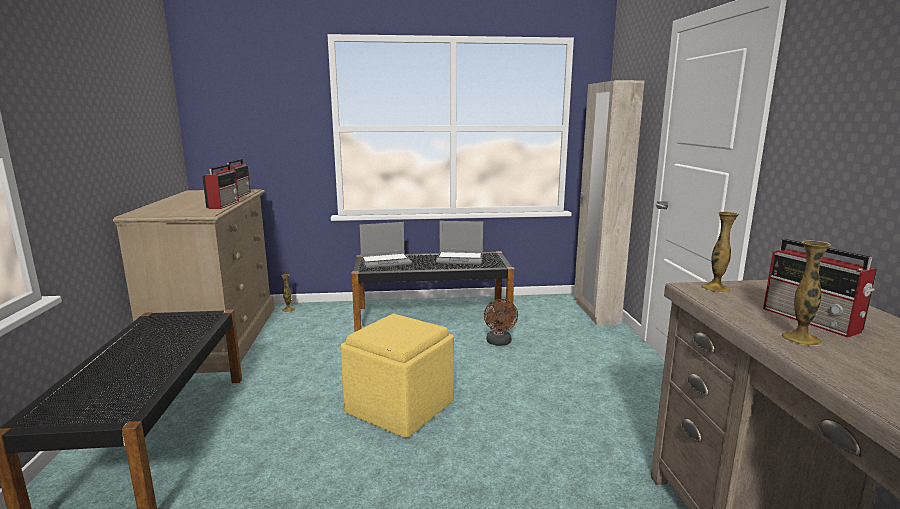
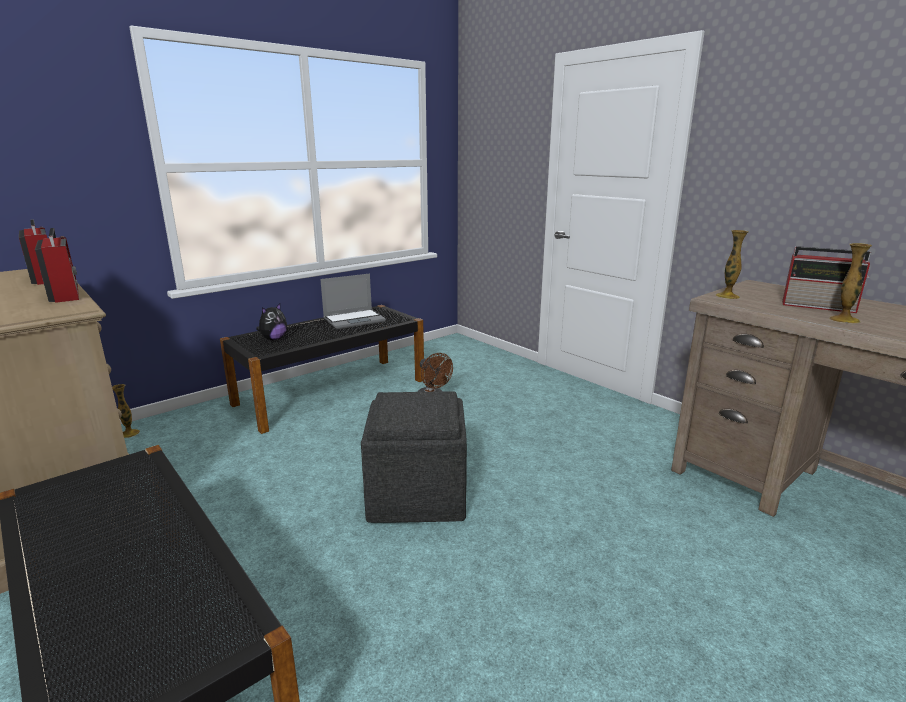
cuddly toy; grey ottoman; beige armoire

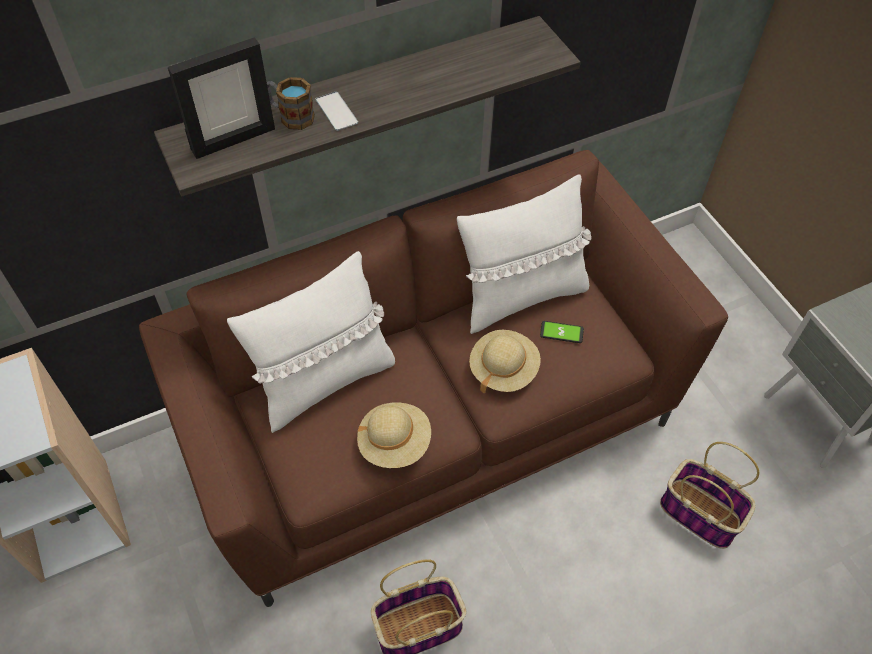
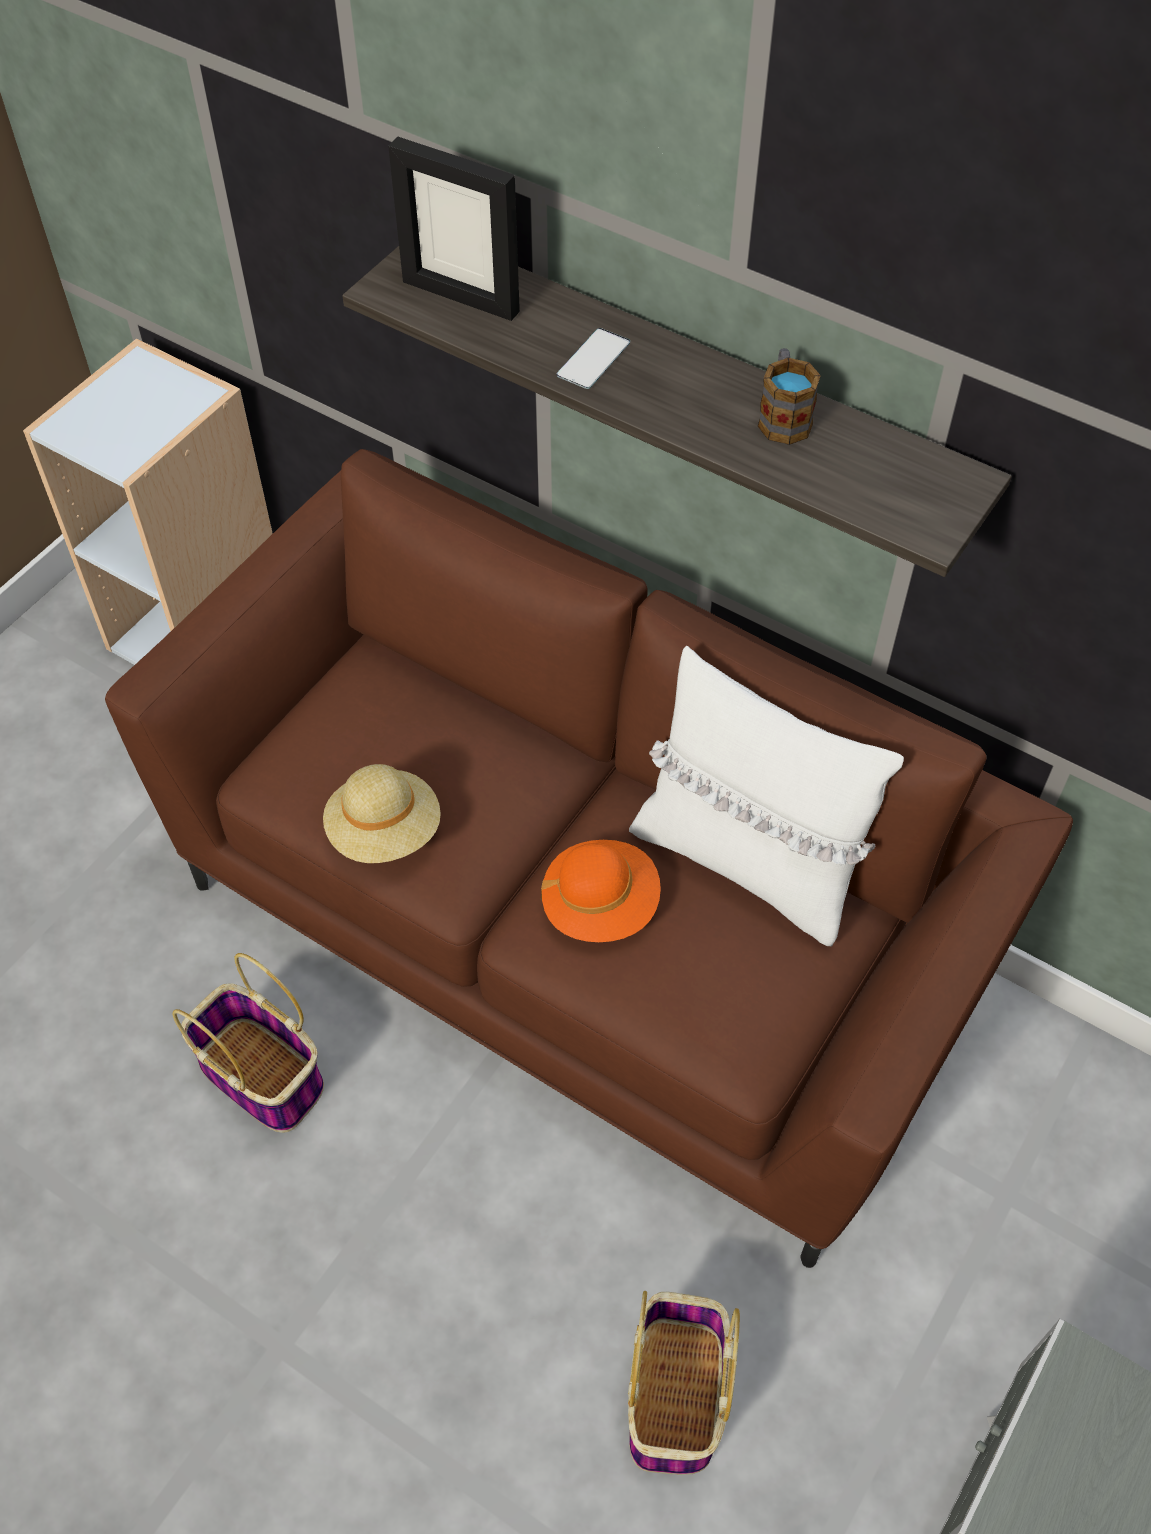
orange clothing hat; tea mug; whitish throw pillow (no. 1 from left in the first image); telephone (no. 2 from left in the first image)

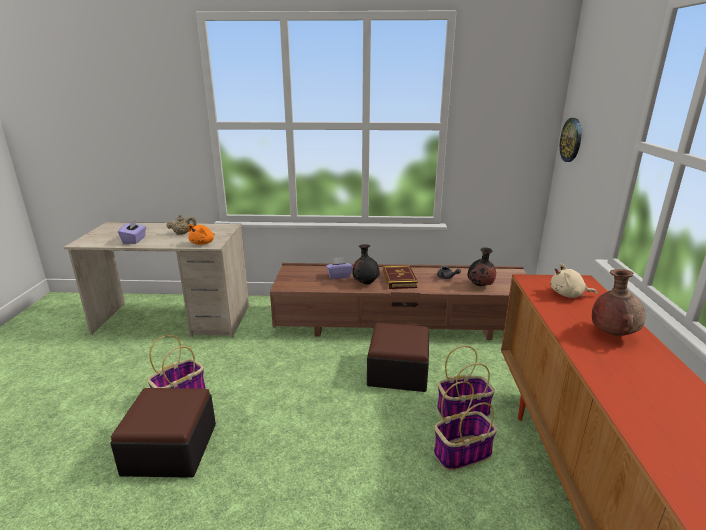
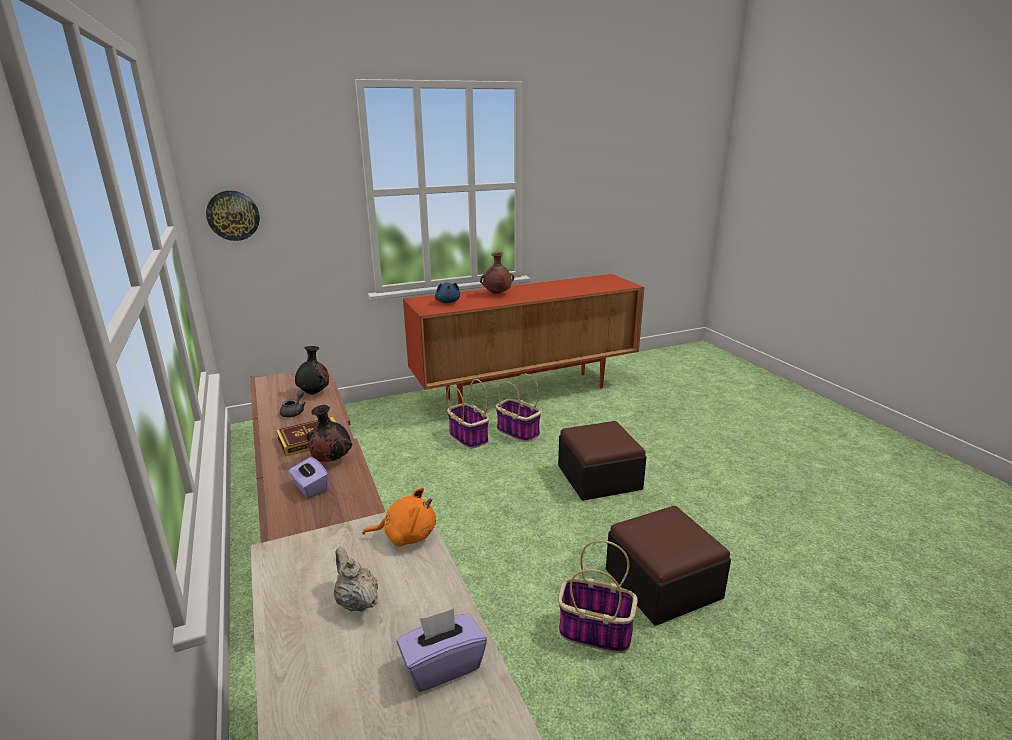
blue cuddly toy; ottoman (no. 1 from left)

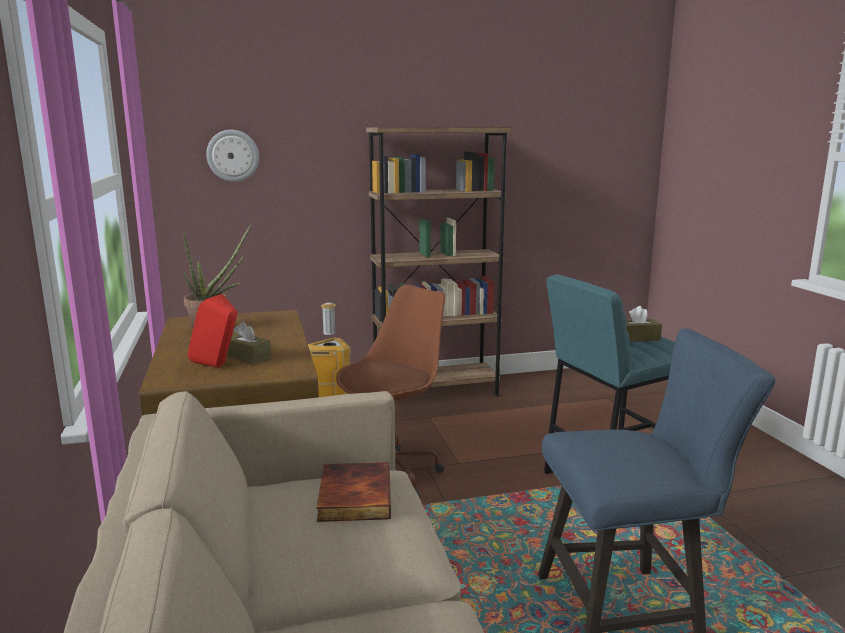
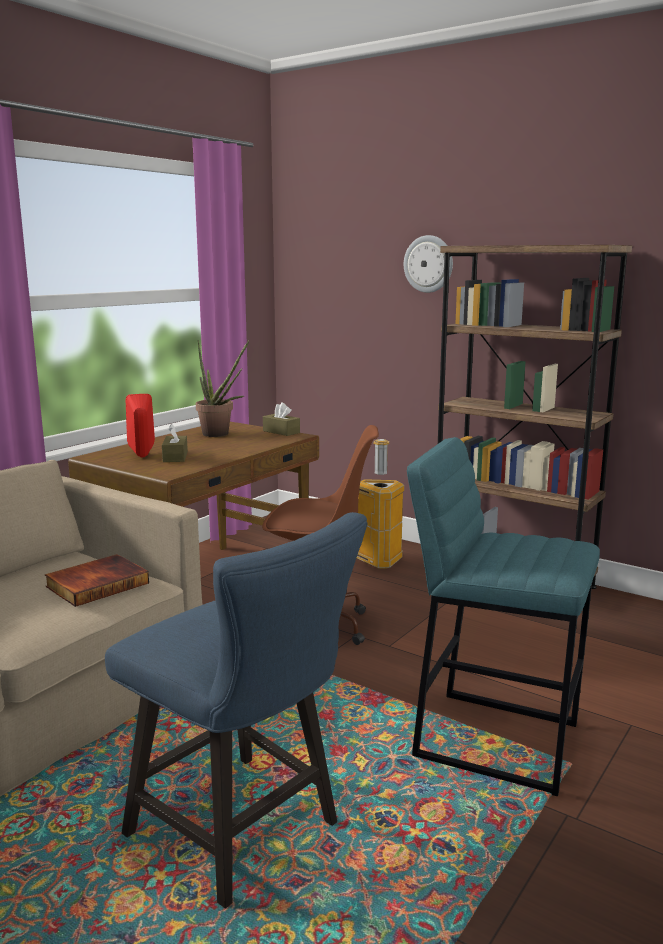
brown tissue holder (no. 2 from left); clock on the wall

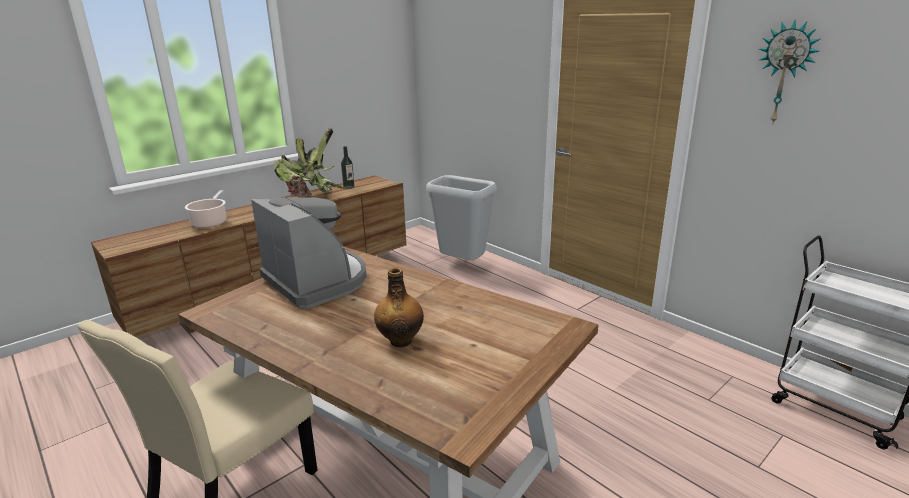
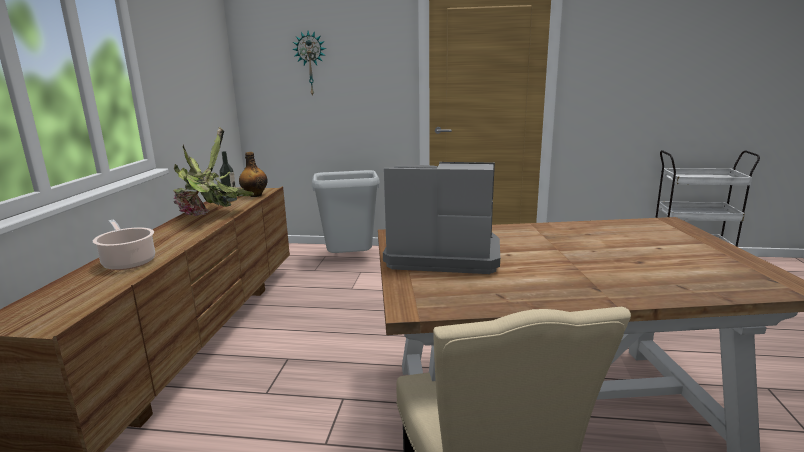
bottle (no. 2 from left); clock on the wall

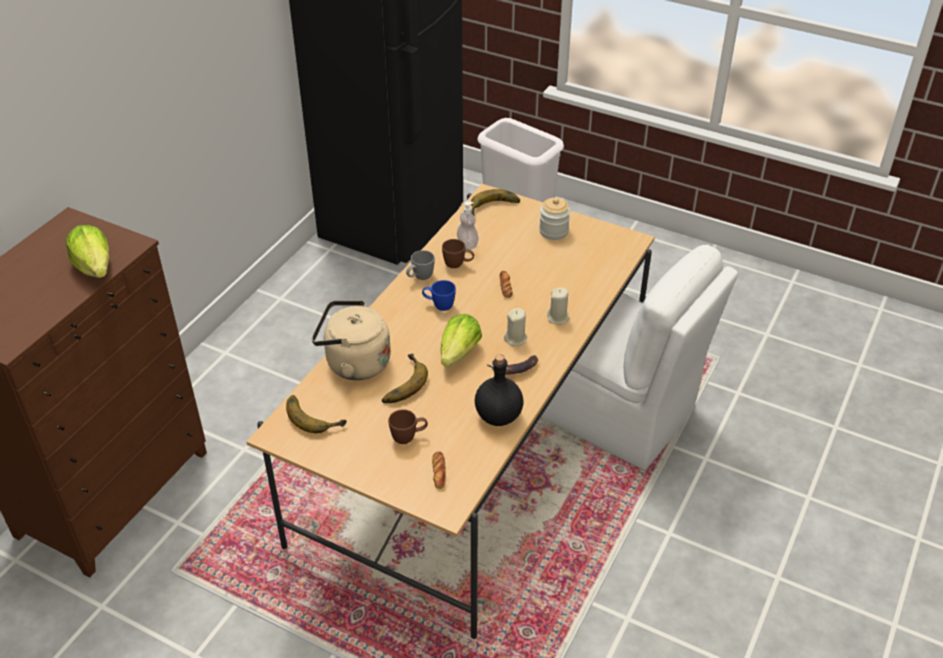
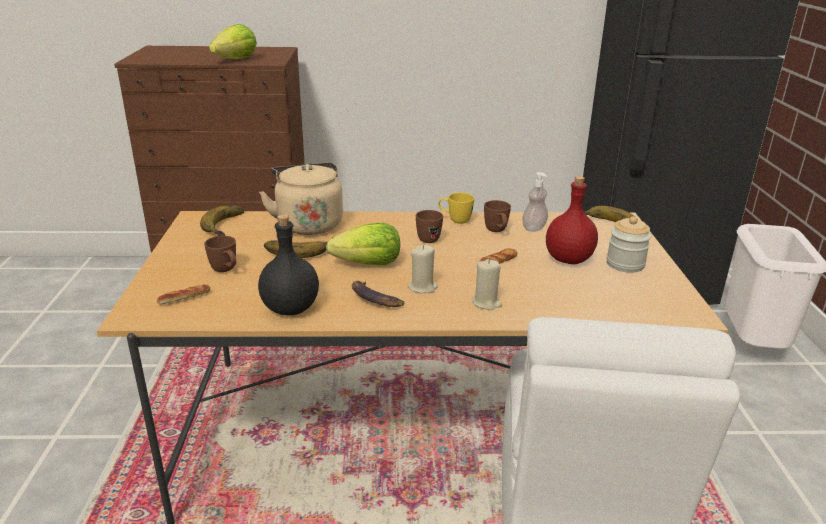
brown tea mug (no. 2 from left); yellowish tea mug; red-coloured bottle

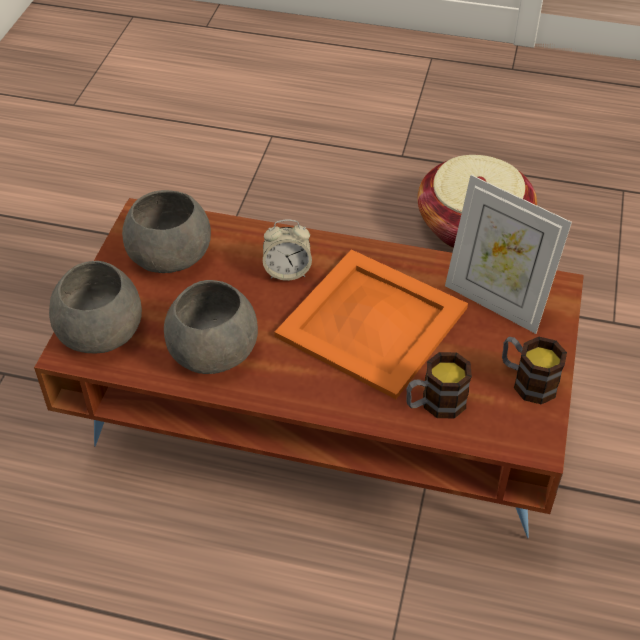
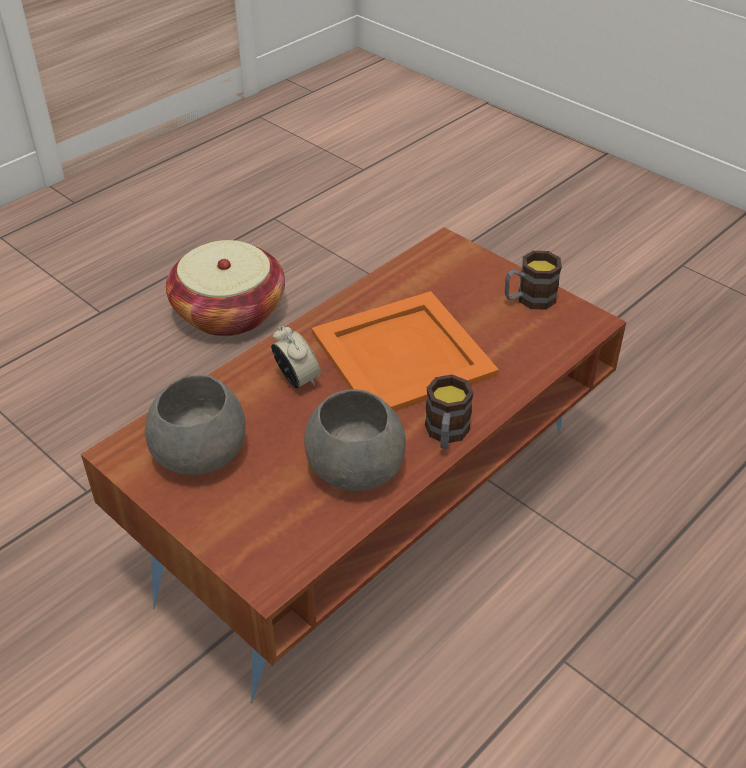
alarm clock; tea mug (no. 1 from left); grey bowl (no. 1 from left in the first image); picture frame

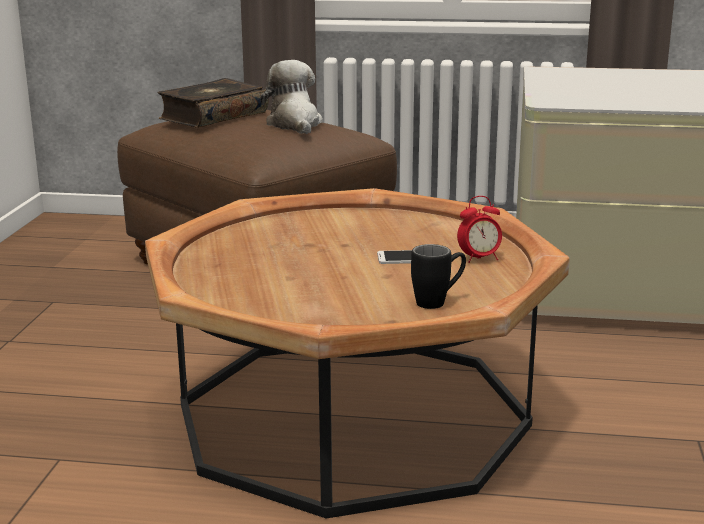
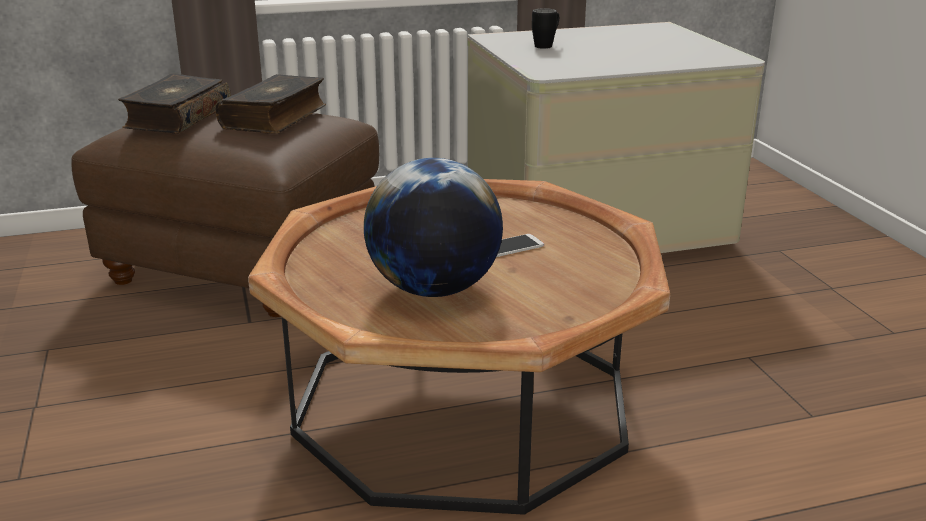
volume (no. 2 from left); world globe; black-coloured tea mug; alarm clock

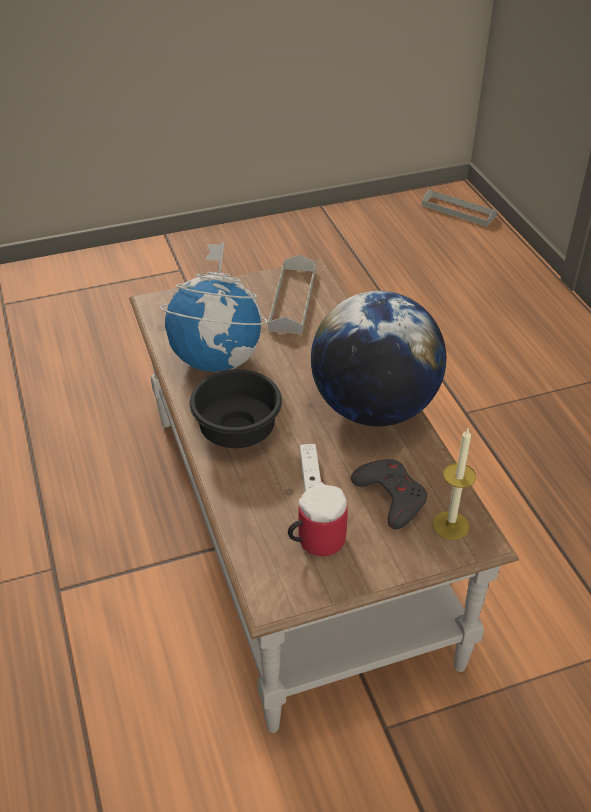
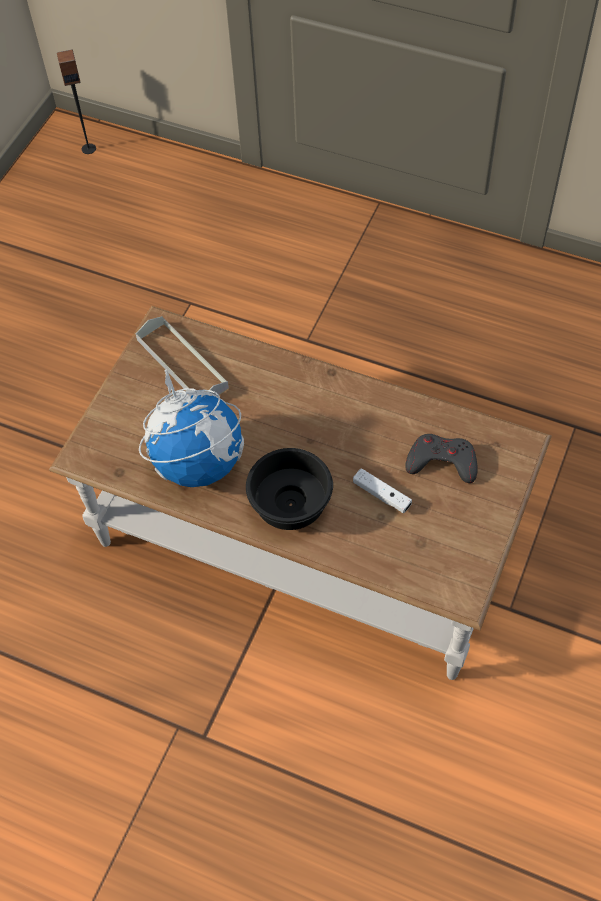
loudspeaker; tea mug; world globe (no. 2 from left in the first image); wax light

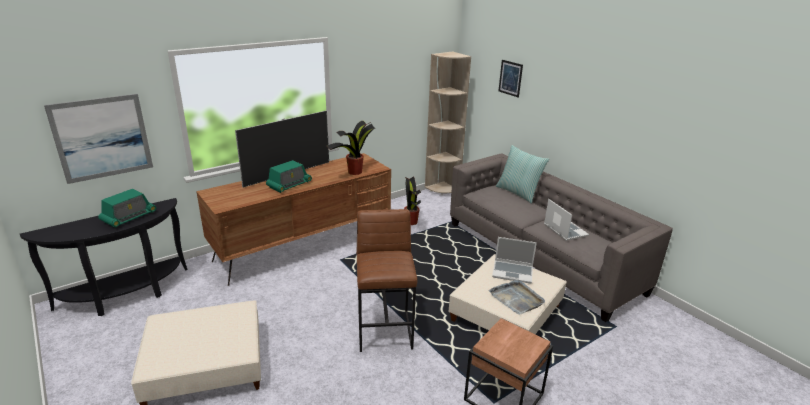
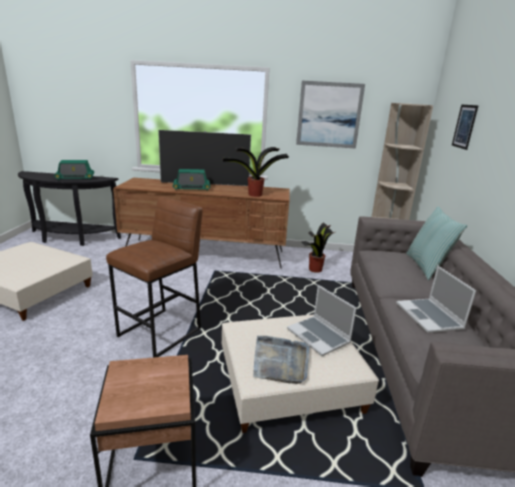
wall art (no. 1 from left); notebook computer (no. 2 from left)

